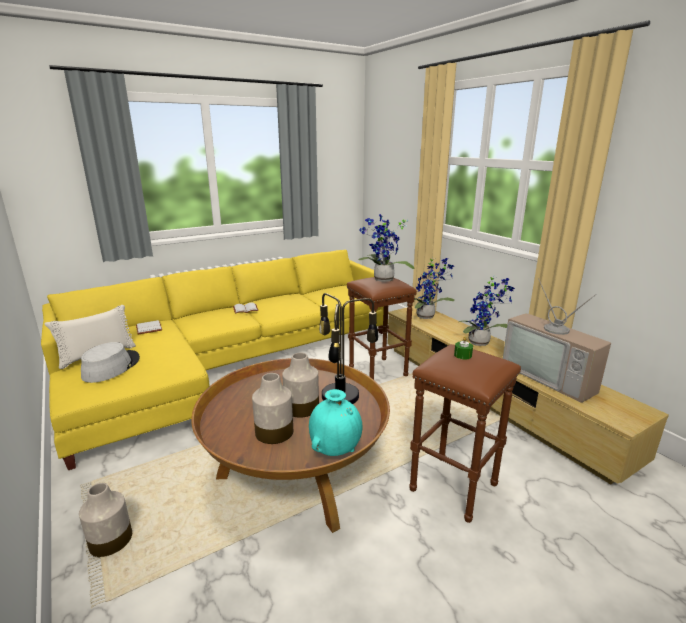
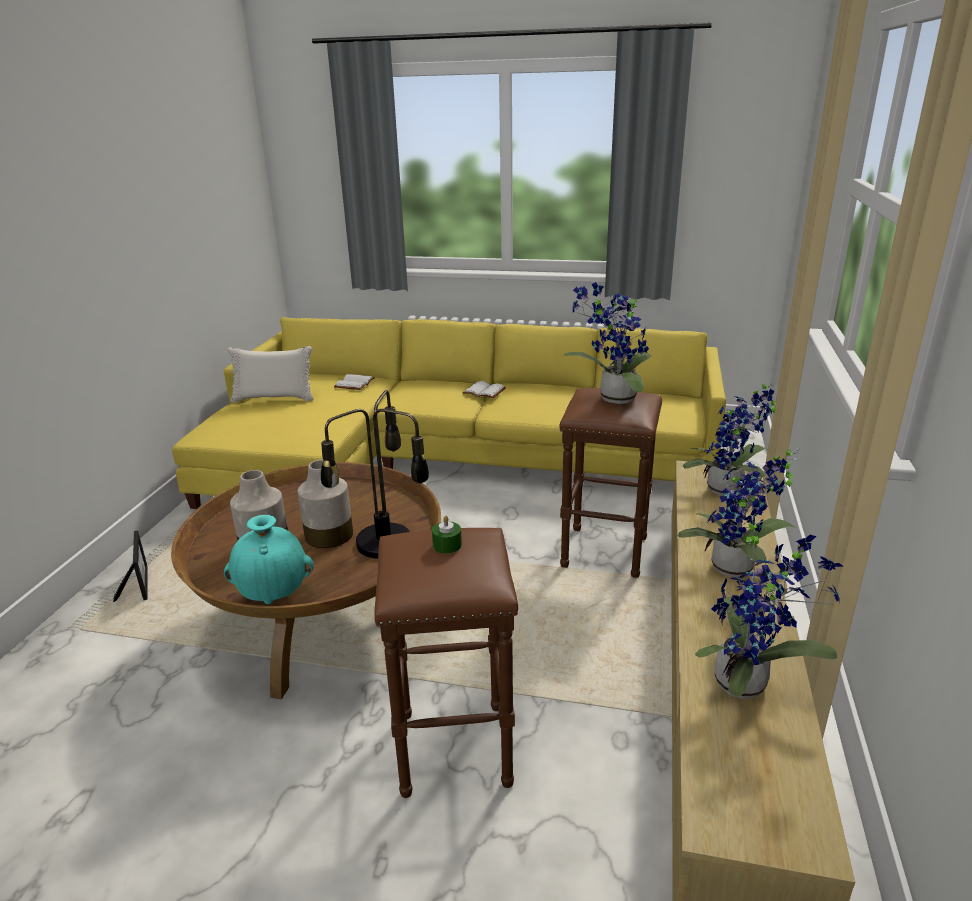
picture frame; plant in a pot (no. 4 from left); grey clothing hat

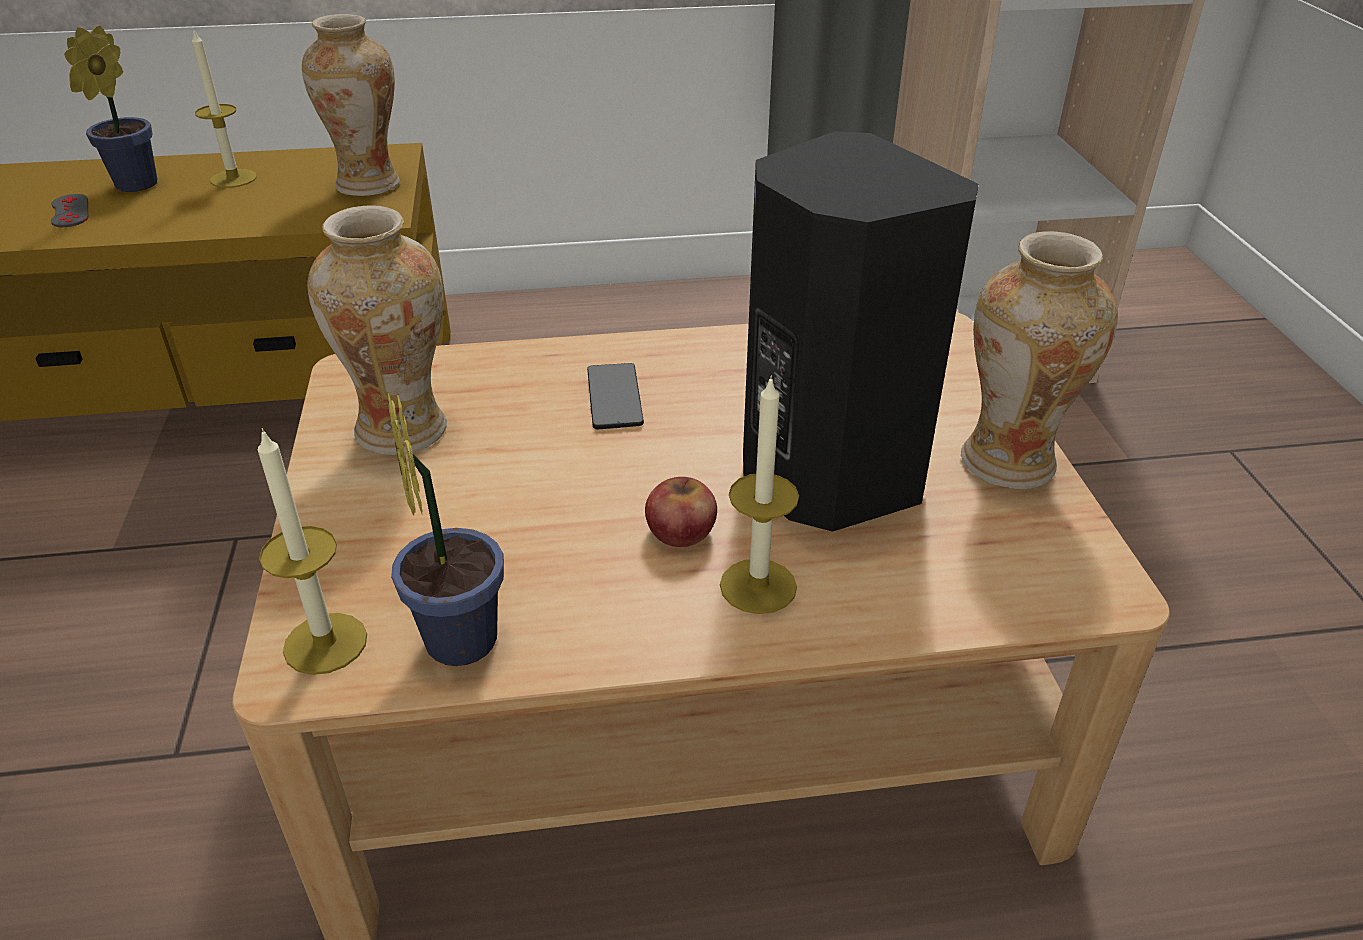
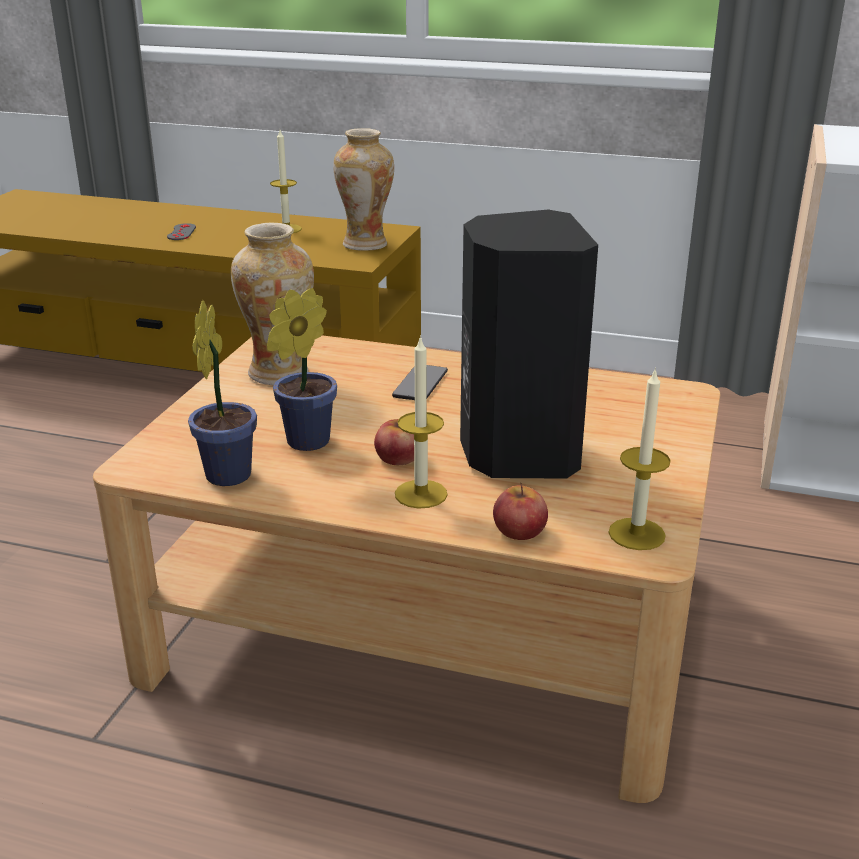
plant in a pot (no. 2 from left); whole apple (no. 2 from left); wax light (no. 3 from left); vase (no. 3 from left in the first image)

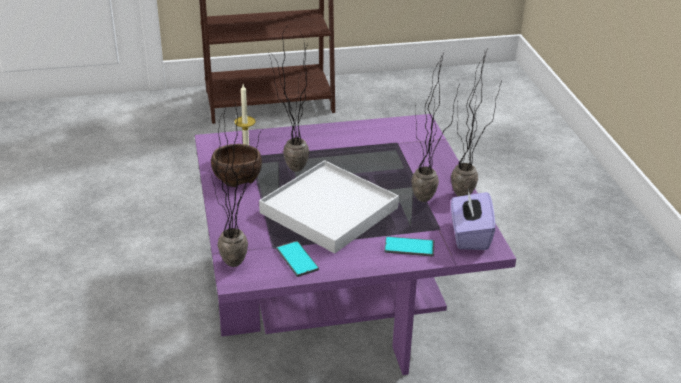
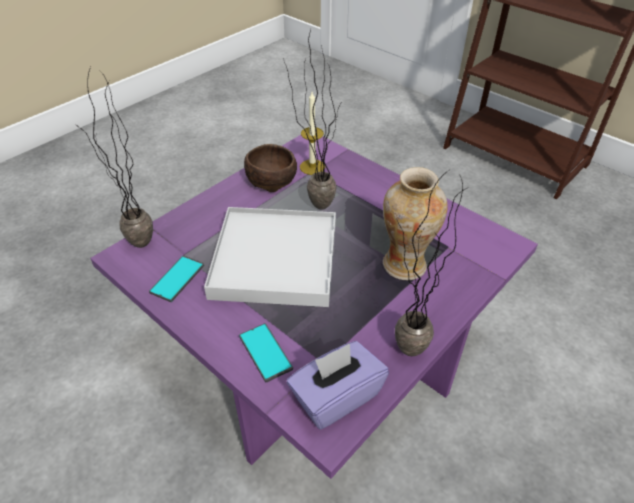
vase; plant in a pot (no. 3 from left in the first image)

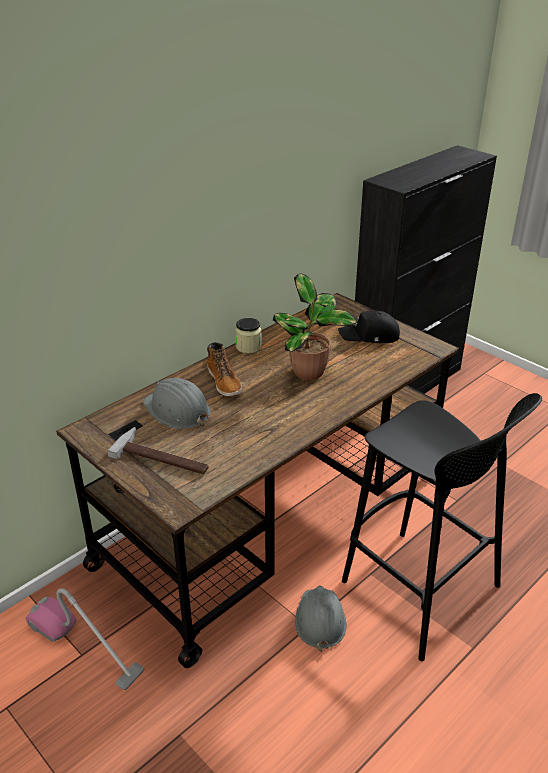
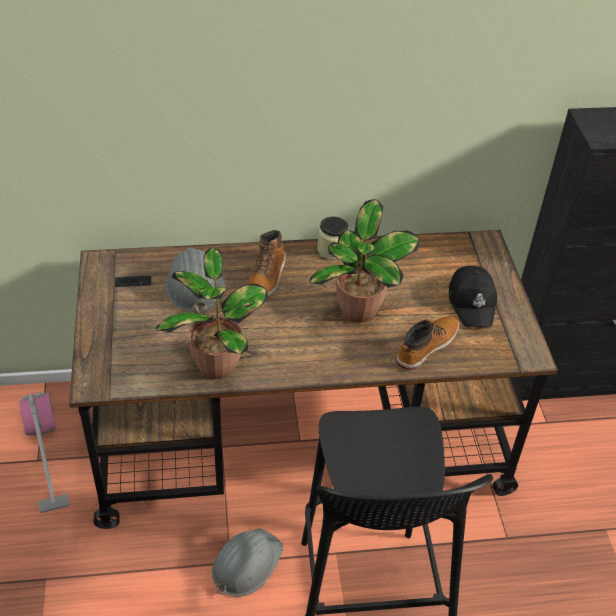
plant in a pot (no. 1 from left); tall boot (no. 2 from left); black-coloured peaked cap; tool hammer

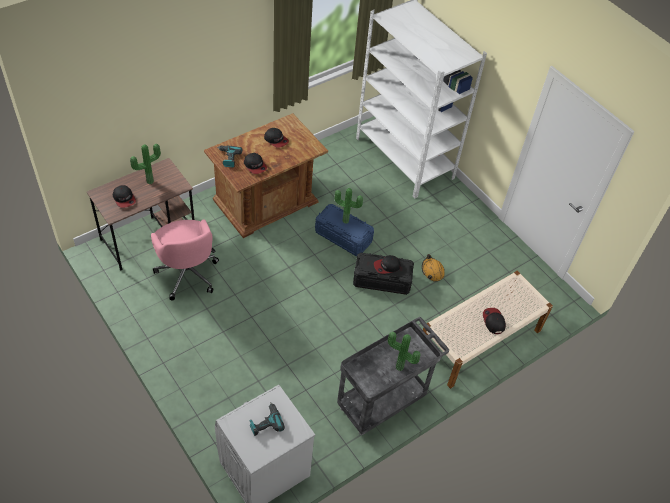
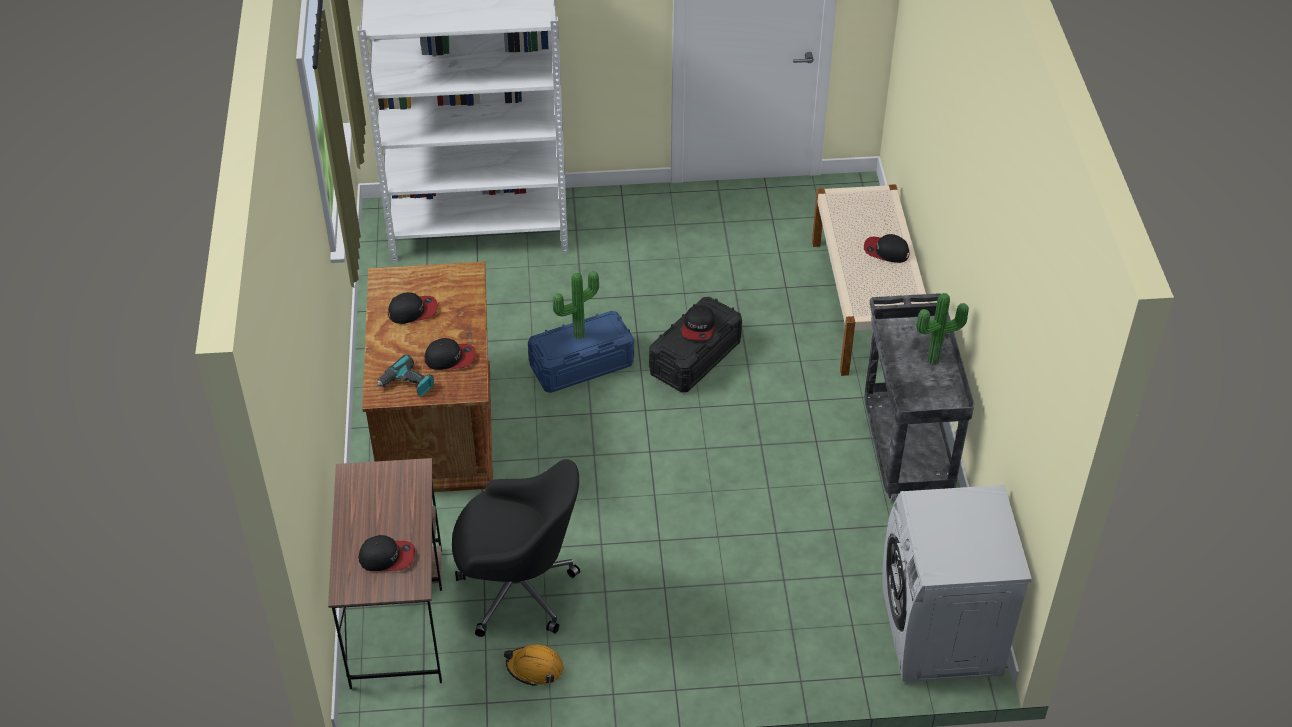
black-coloured office chair; orange hard hat; plant in a pot (no. 1 from left in the first image); power drill (no. 2 from left in the first image)

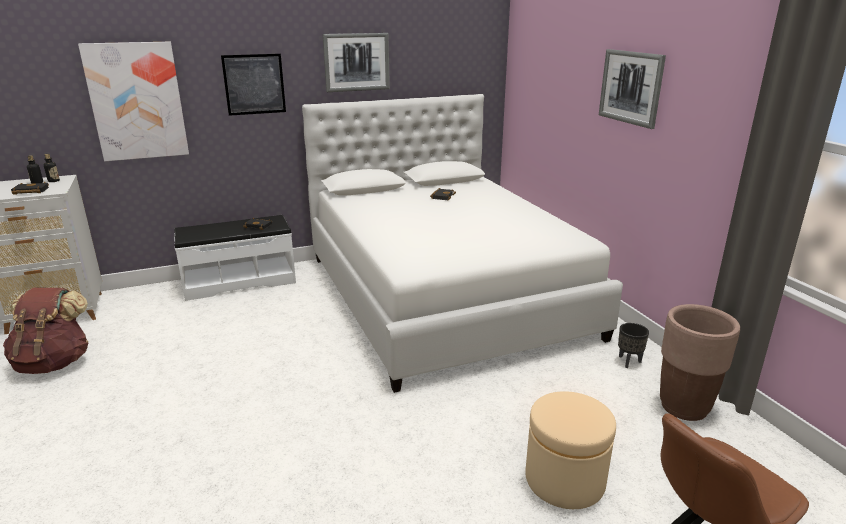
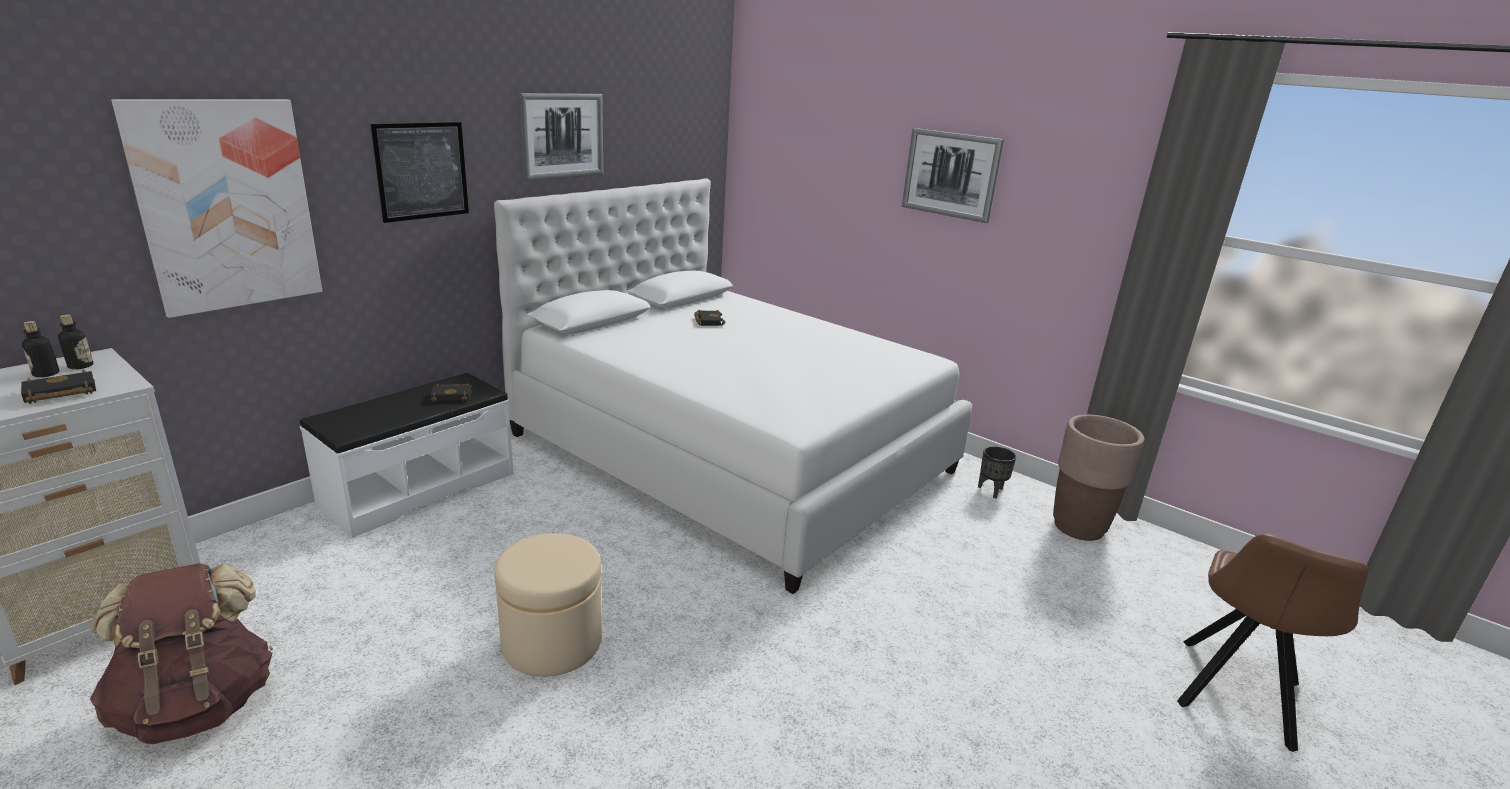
beige ottoman

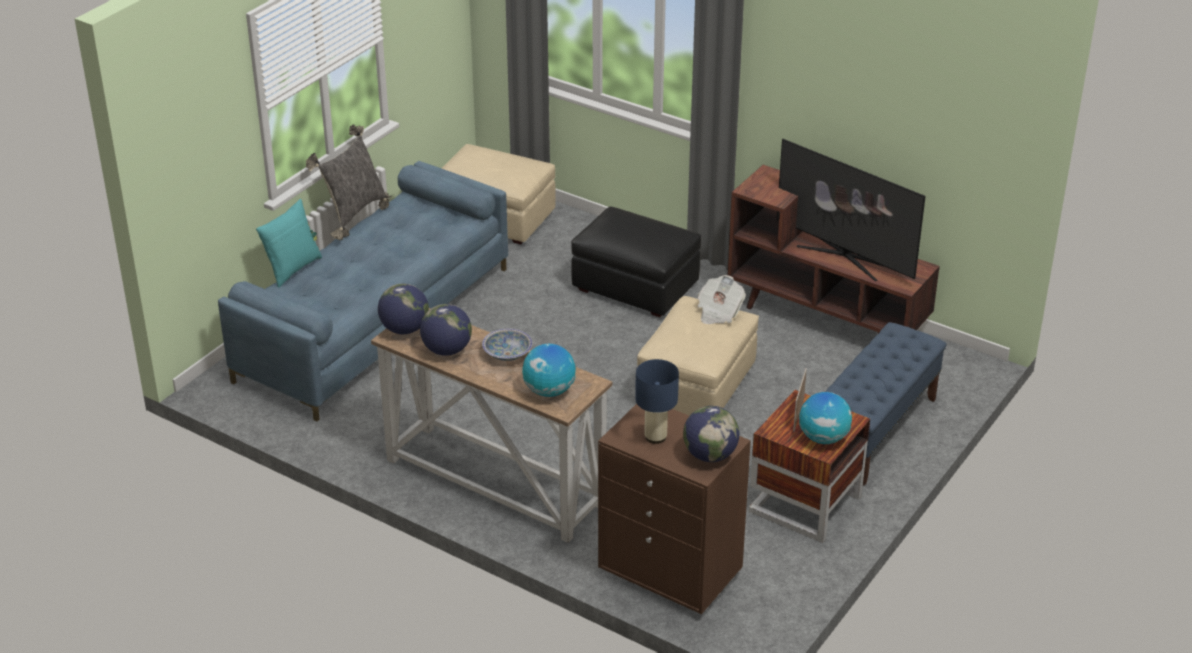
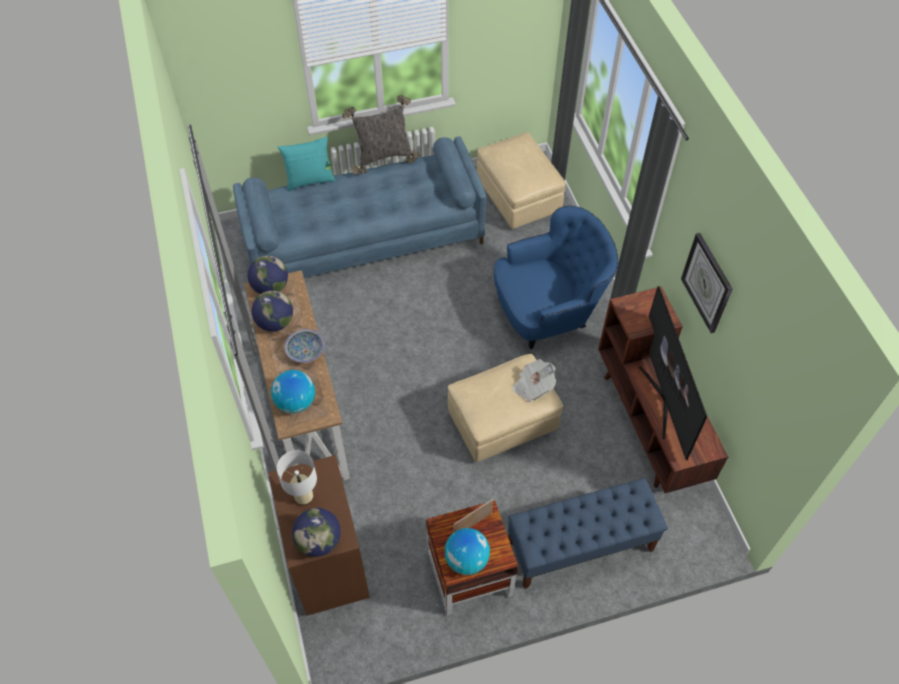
whitish tabletop lamp; blue easy chair; clock on the wall

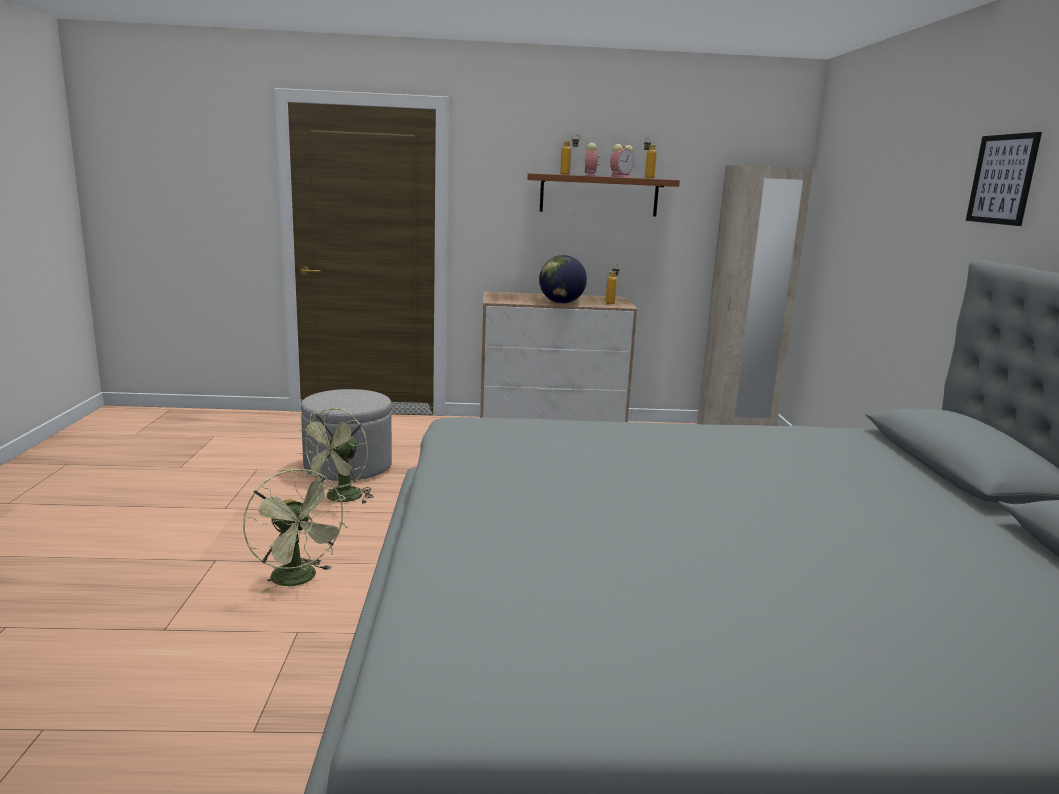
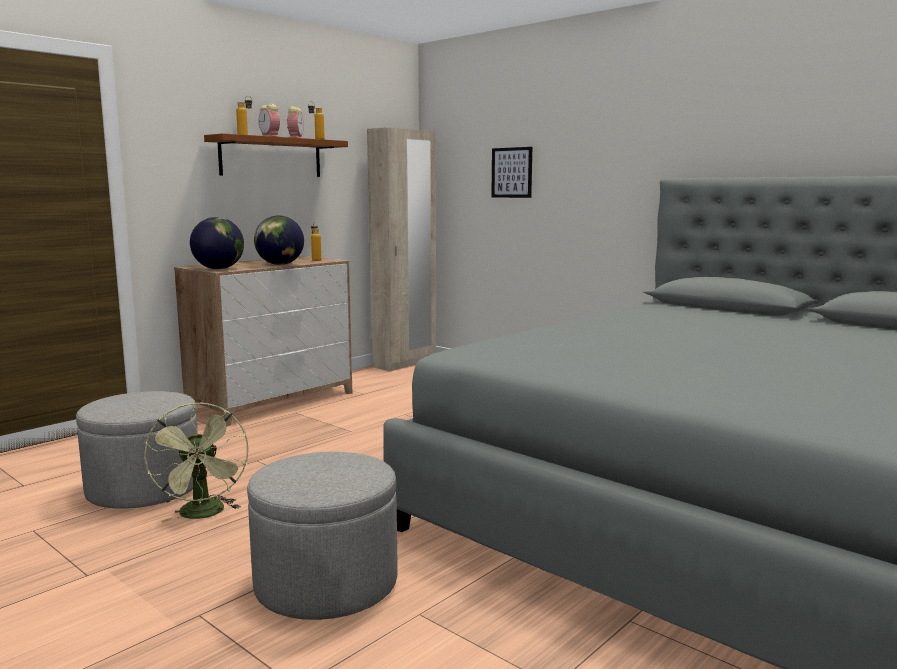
world globe (no. 1 from left); grey ottoman (no. 2 from left); wall art

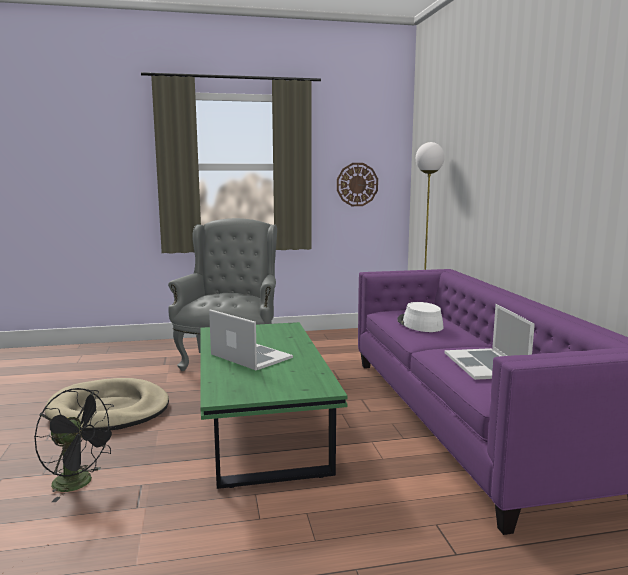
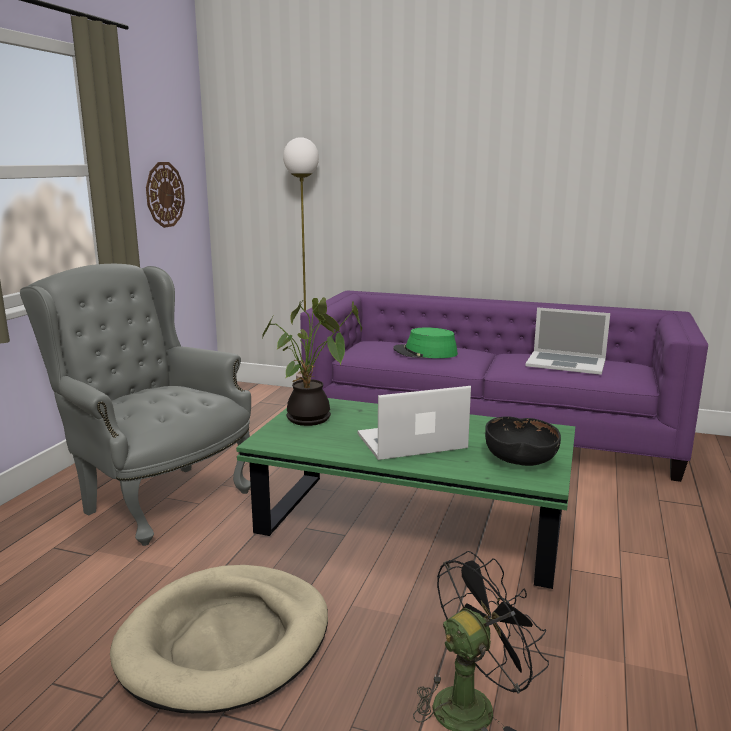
plant in a pot; greenish clothing hat; black-coloured bowl

